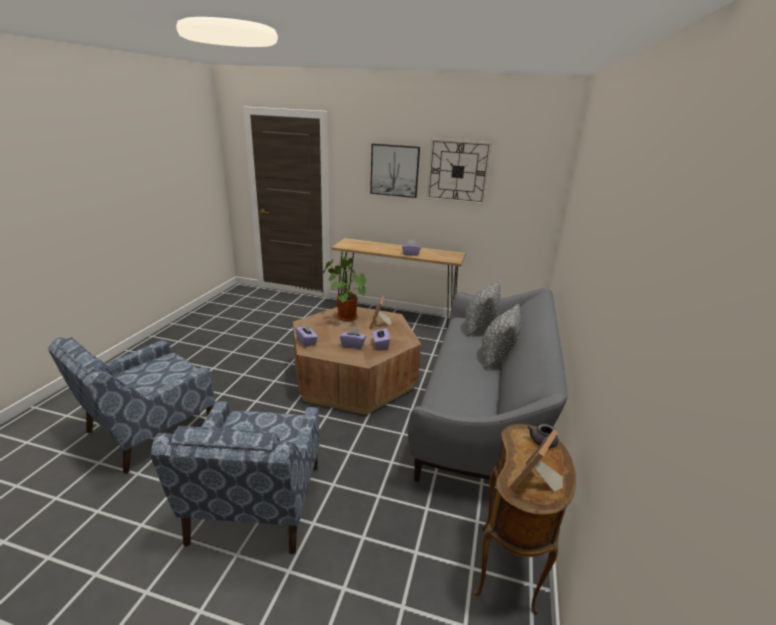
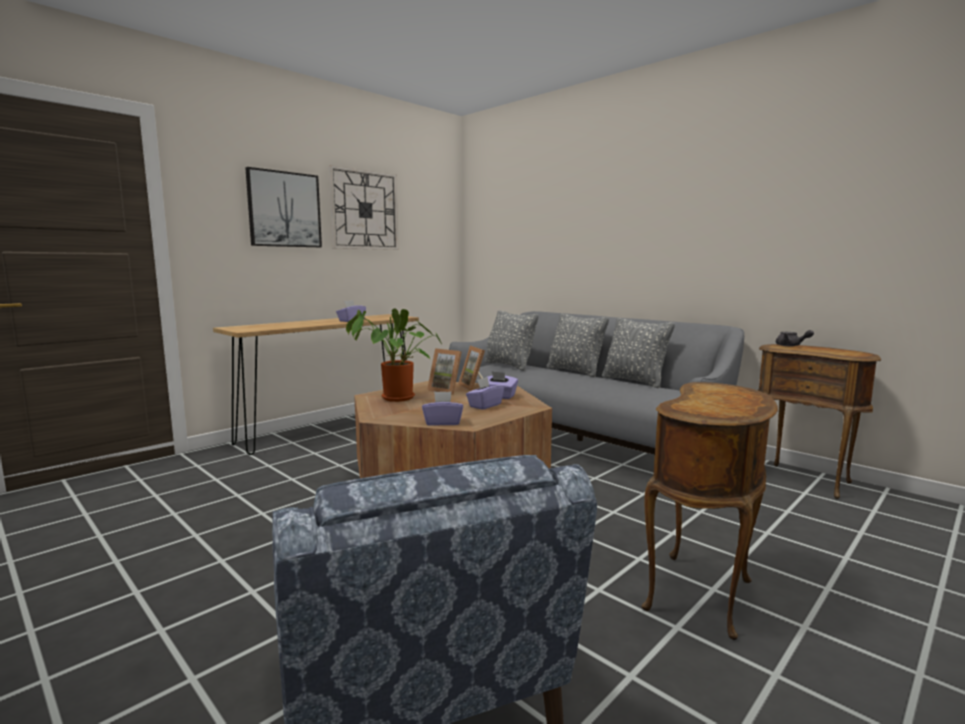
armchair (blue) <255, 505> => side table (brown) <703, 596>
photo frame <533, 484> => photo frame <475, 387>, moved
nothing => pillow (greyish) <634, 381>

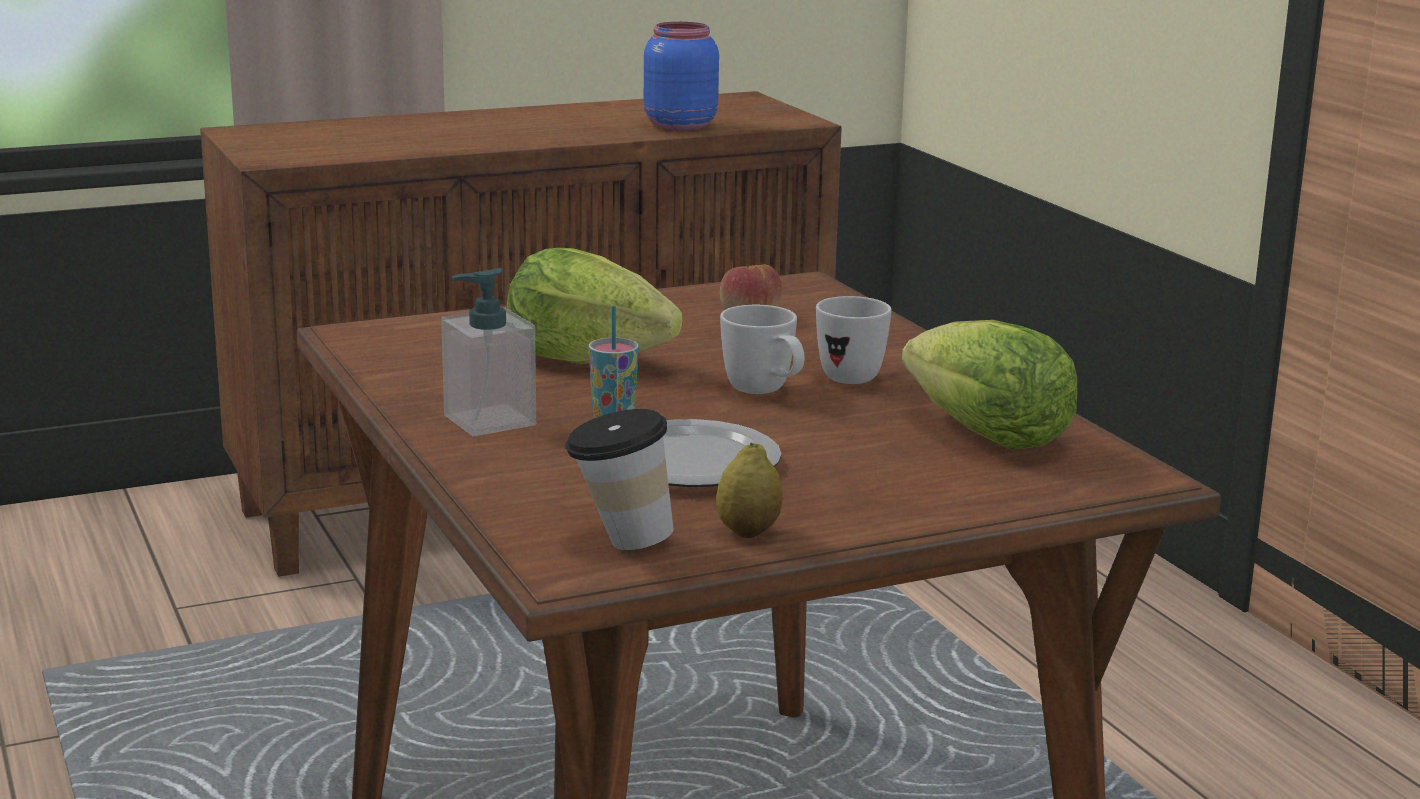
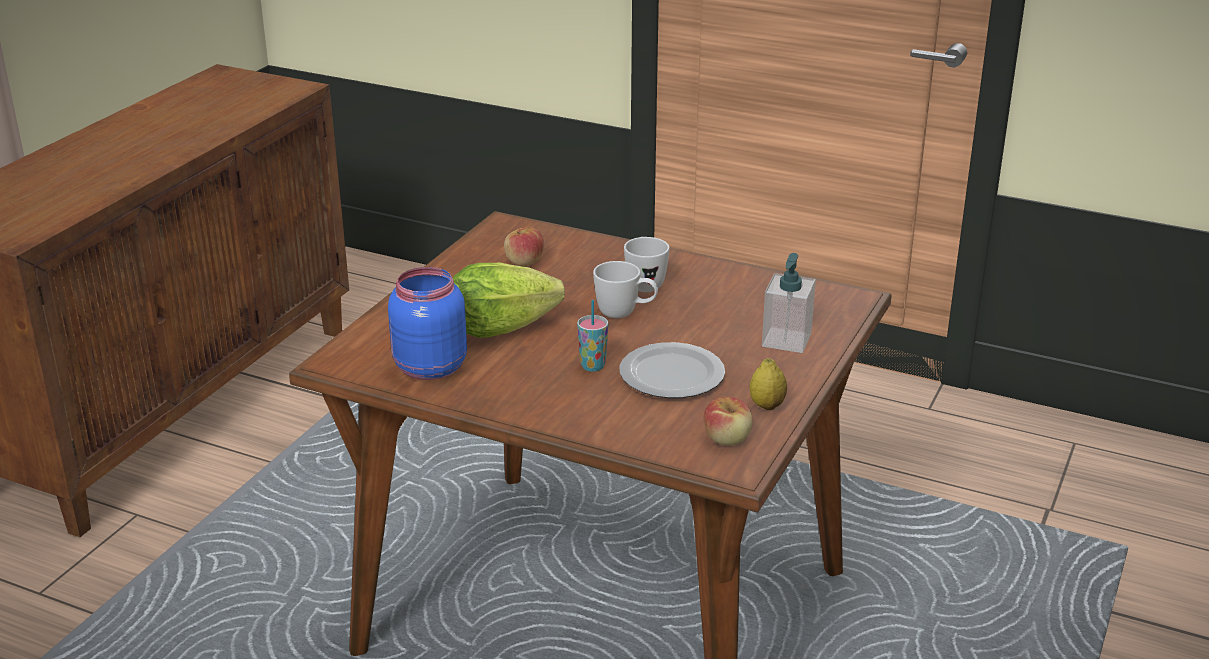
soap dispenser <489, 420> => soap dispenser <786, 340>, moved
small cup <619, 542> => apple fruit <727, 438>
storage jar (blue) <678, 126> => storage jar (blue) <428, 368>, moved
lettuce head <987, 437> => nothing

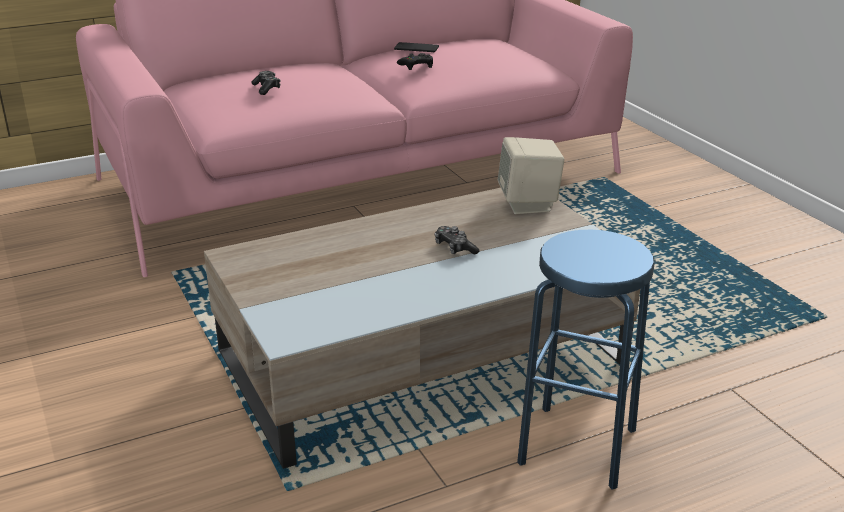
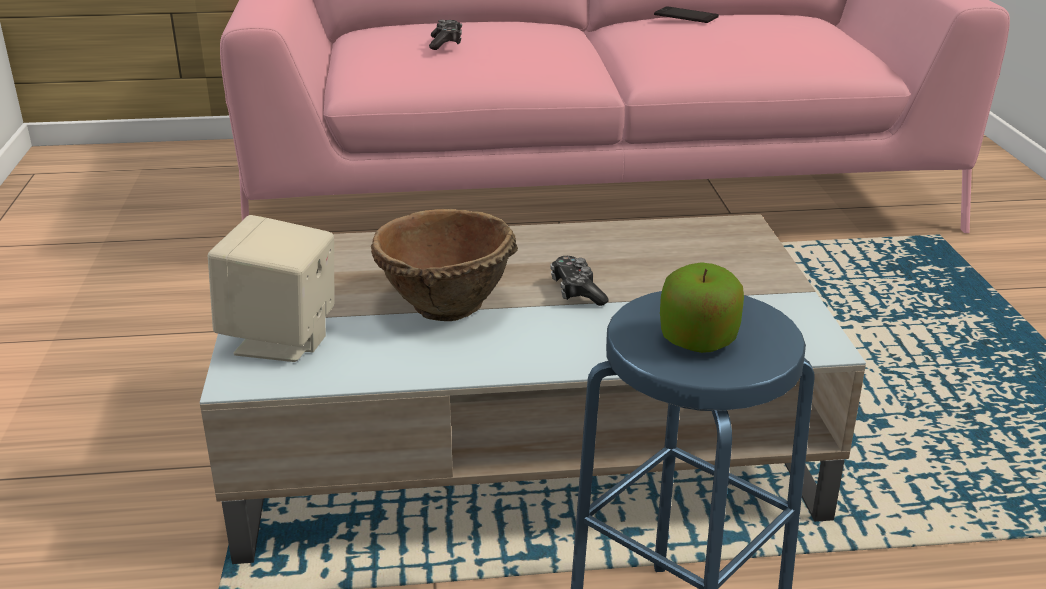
game controller (black) <417, 66> => nothing
speaker (sand-coloured) <528, 204> => speaker (sand-coloured) <281, 340>, moved
nothing => deep dish (brown) <445, 306>
nothing => apple fruit <698, 340>

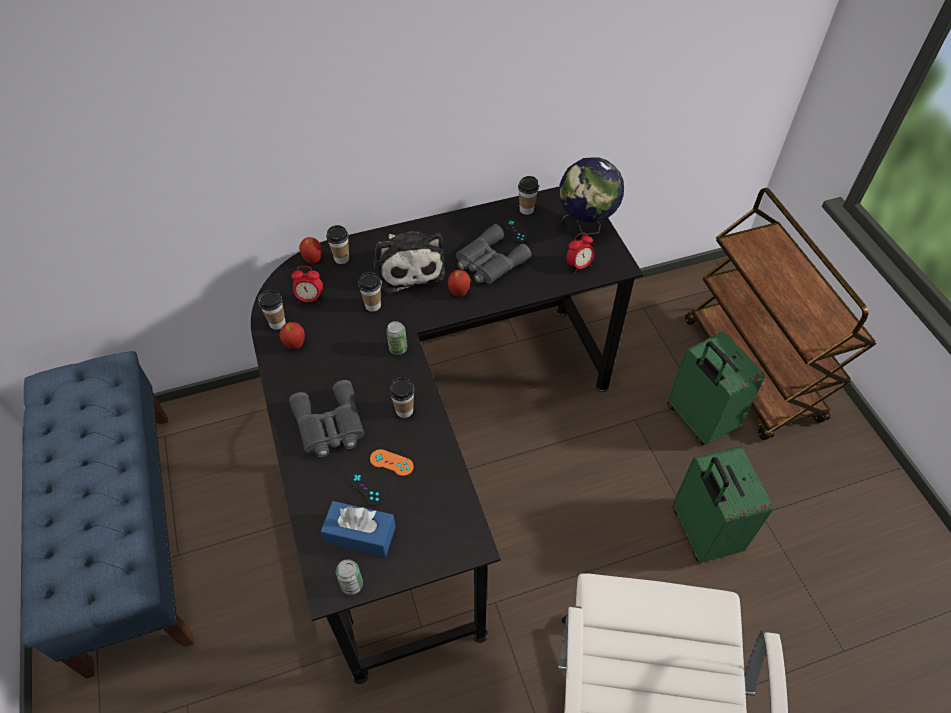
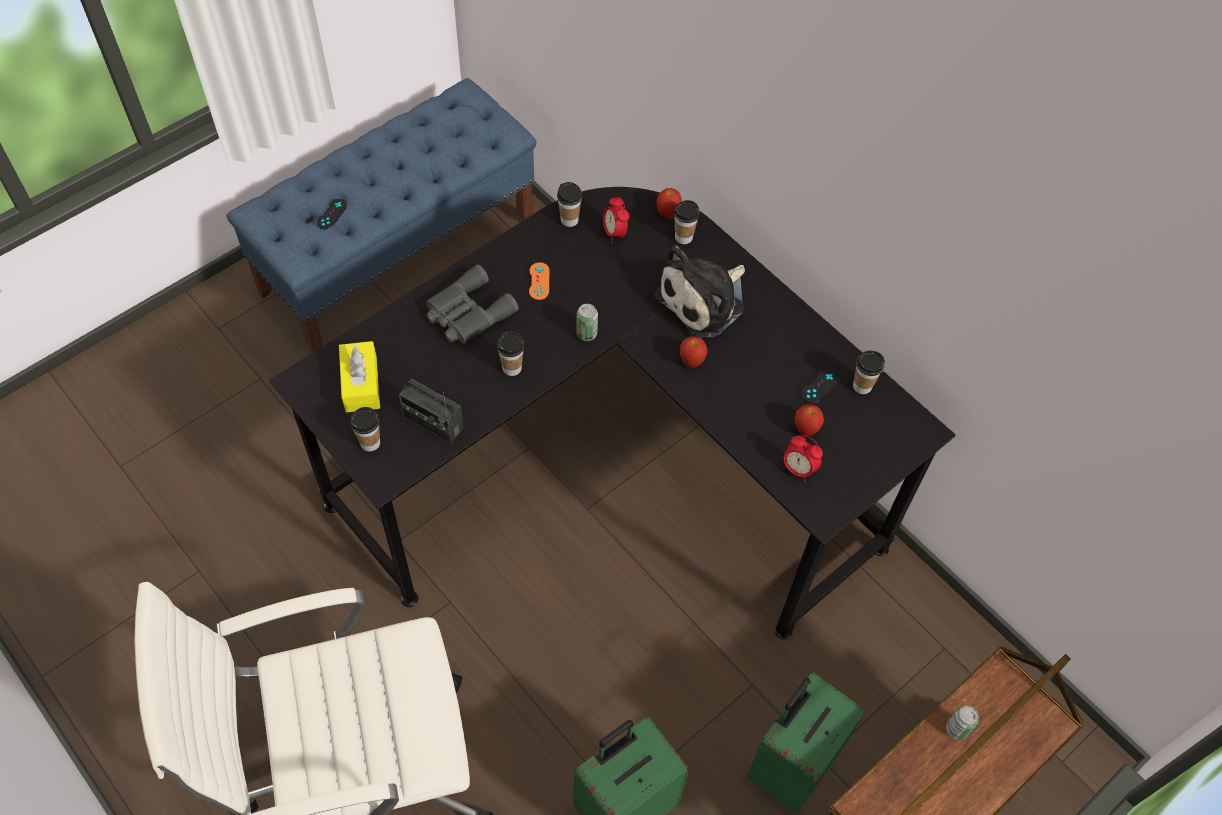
apple fruit <295, 345> => apple fruit <805, 429>, moved
tissue box (blue) <360, 534> => tissue box (yellow) <361, 384>
sealed can <352, 584> => sealed can <956, 729>, moved
game controller (black) <366, 487> => game controller (black) <331, 214>, moved
small cup <373, 305> => small cup <370, 443>, moved
game controller (orange-coloured) <391, 462> => game controller (orange-coloured) <539, 281>, moved
field glasses (greyish) <489, 262> => nothing
world globe <586, 226> => nothing
nothing => radio set <433, 422>

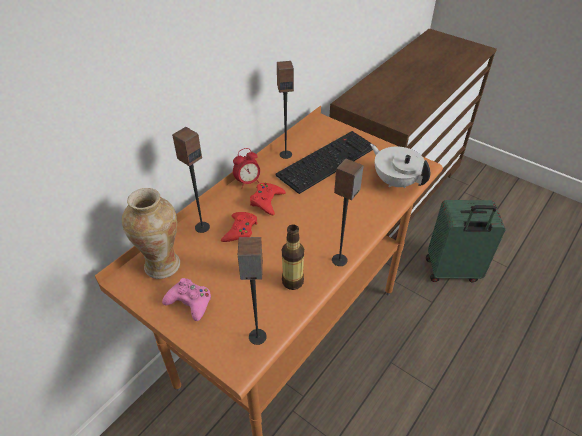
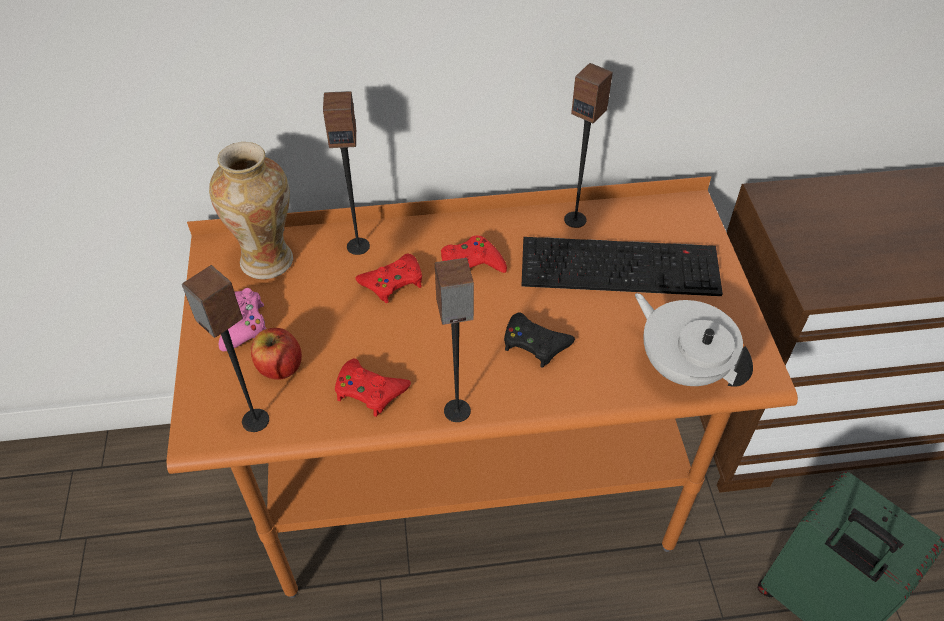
table clock <248, 182> => nothing
bottle <292, 281> => game controller (reddish) <369, 390>
pot for tea (whitish) <395, 181> => pot for tea (whitish) <682, 366>, 45 degrees counterclockwise
nothing => apple fruit <279, 367>
nothing => game controller (black) <535, 343>

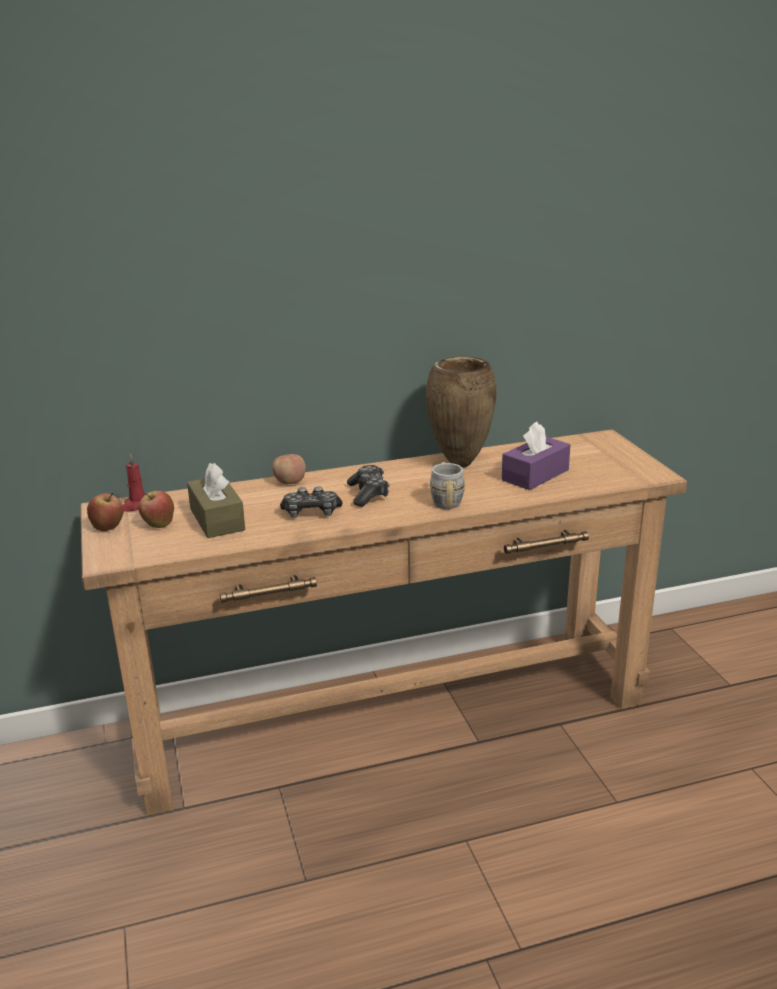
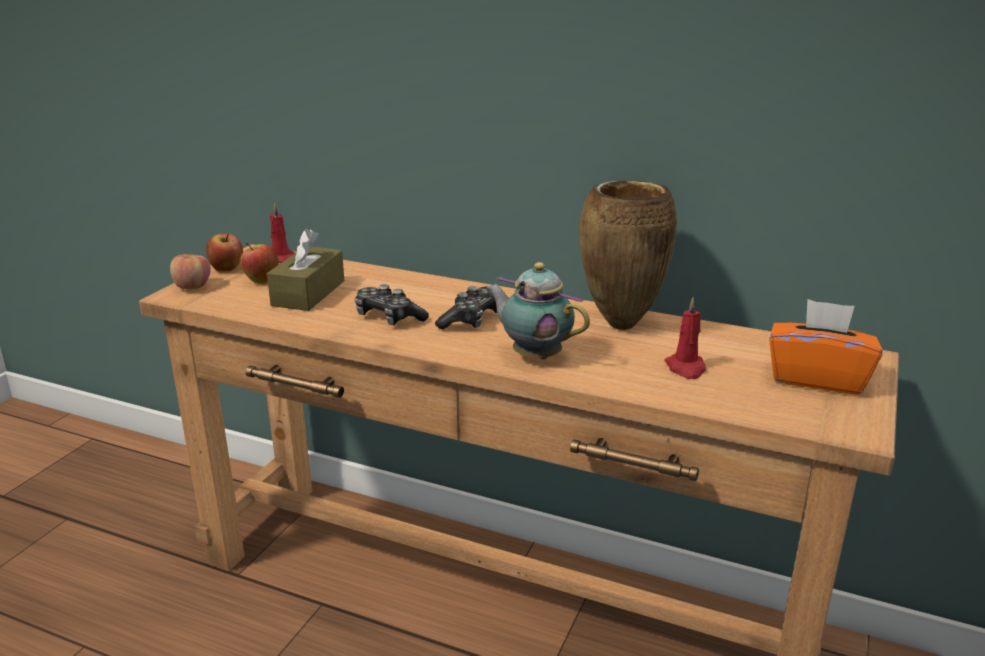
apple fruit <290, 482> => apple fruit <192, 287>, moved
tea mug (greyish) <446, 500> => pot for tea <534, 355>
tissue box (purple-coloured) <535, 475> => wax light (reddish) <686, 368>
nothing => tissue box (orange-coloured) <817, 378>

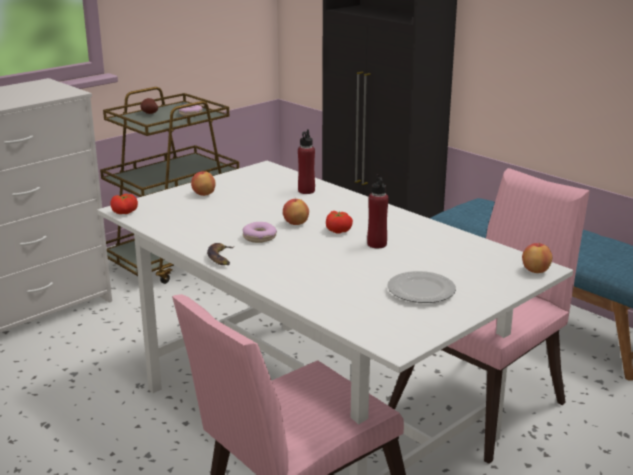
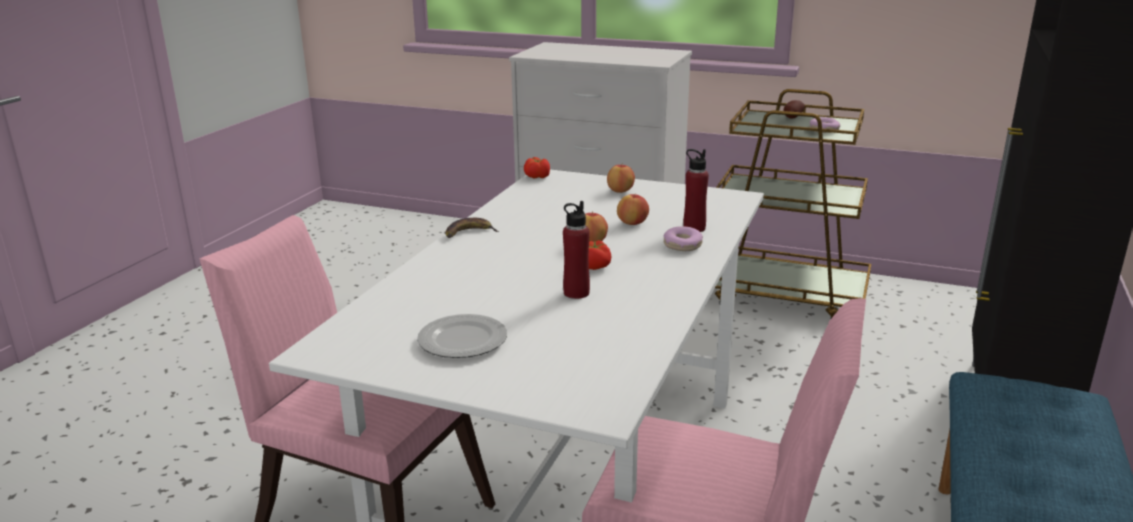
doughnut <259, 238> => doughnut <682, 245>, moved
apple fruit <535, 271> => apple fruit <632, 223>, moved

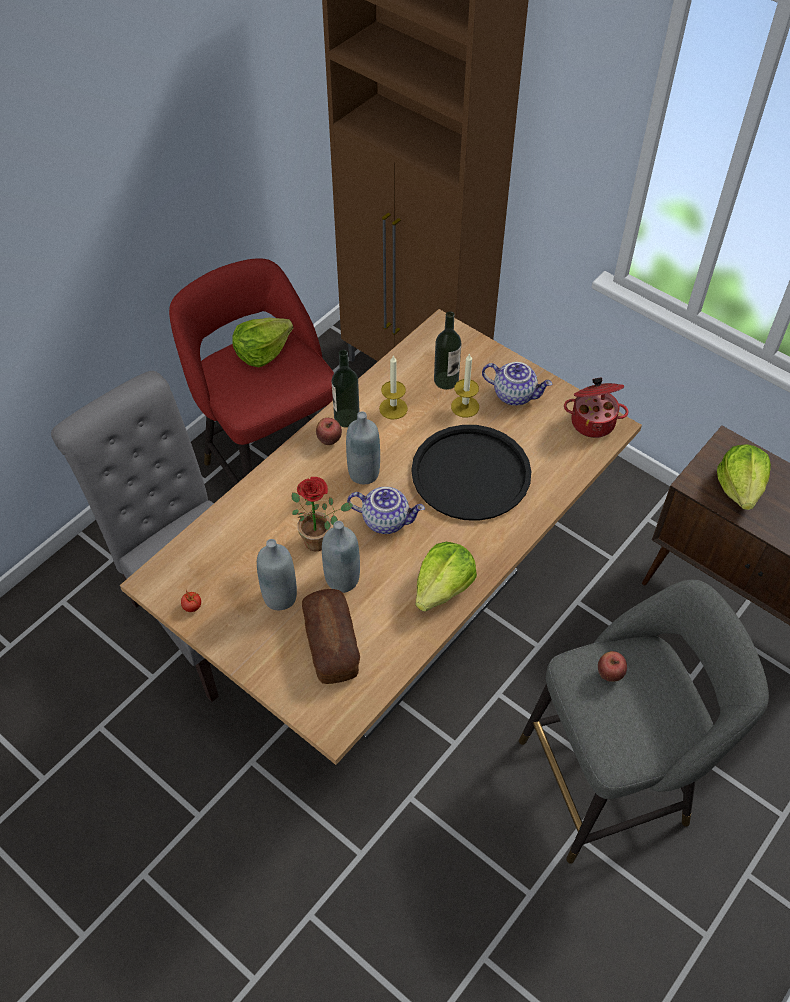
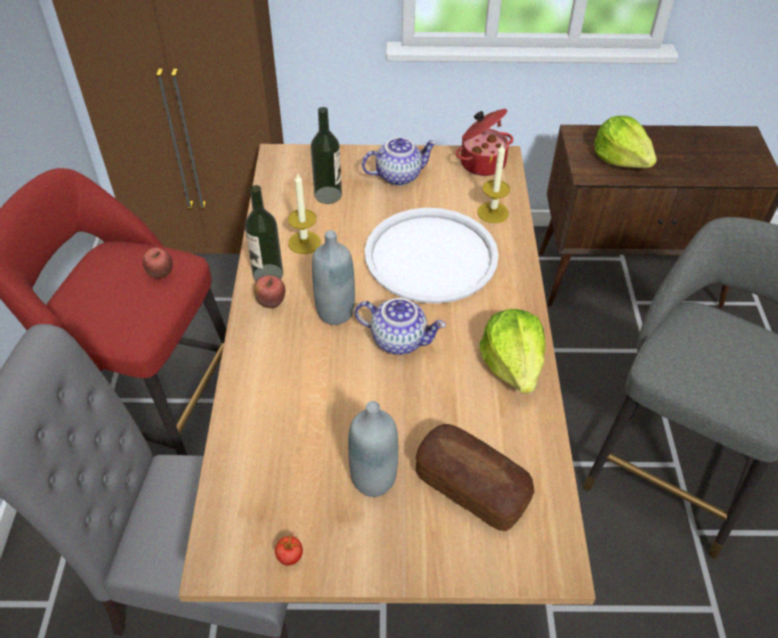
lettuce head <262, 352> => nothing
plant in a pot <321, 540> => nothing
bottle (greyish) <342, 579> => nothing
pot for tea <386, 520> => pot for tea <399, 339>, 45 degrees clockwise
carrying tray (black) <471, 474> => carrying tray (whitish) <431, 256>
wax light <465, 406> => wax light <493, 212>, moved
apple fruit <609, 674> => apple fruit <161, 274>, moved

